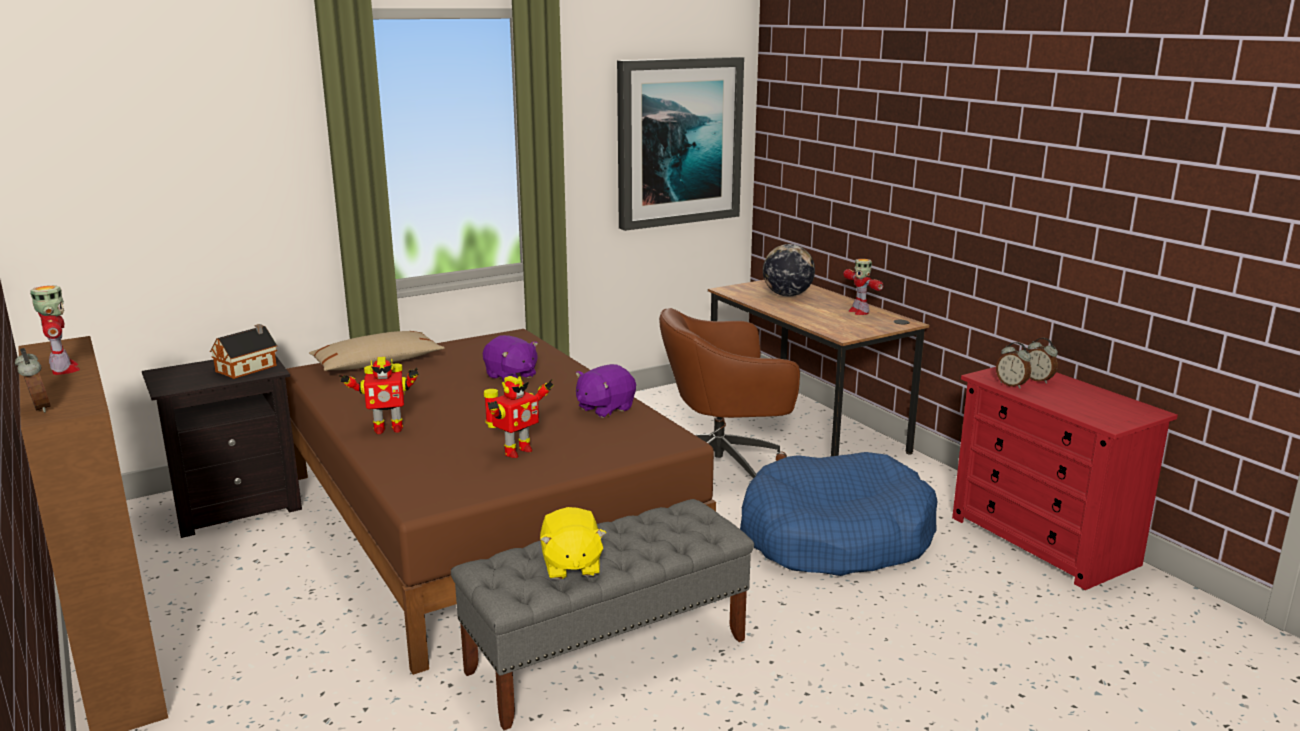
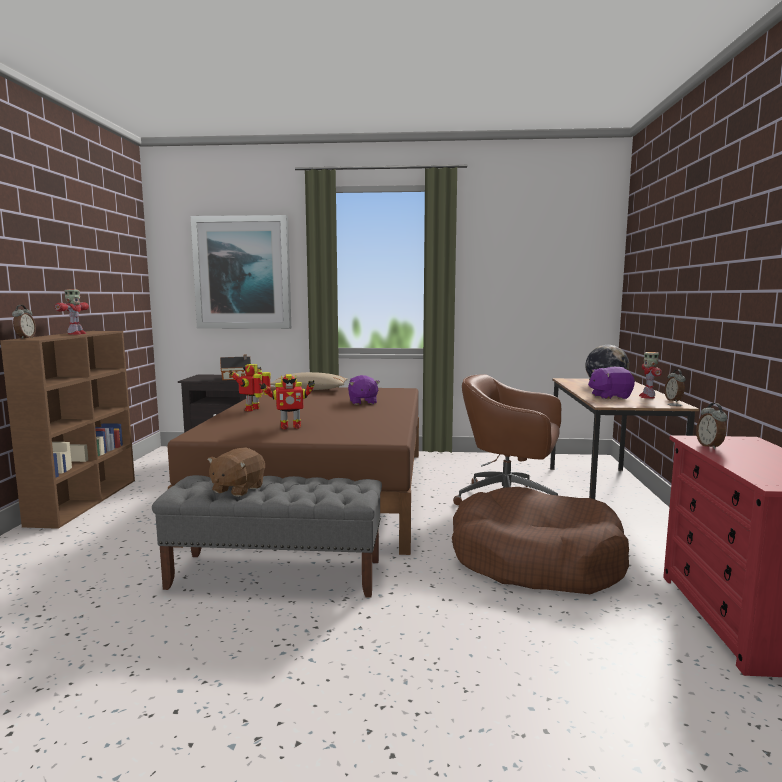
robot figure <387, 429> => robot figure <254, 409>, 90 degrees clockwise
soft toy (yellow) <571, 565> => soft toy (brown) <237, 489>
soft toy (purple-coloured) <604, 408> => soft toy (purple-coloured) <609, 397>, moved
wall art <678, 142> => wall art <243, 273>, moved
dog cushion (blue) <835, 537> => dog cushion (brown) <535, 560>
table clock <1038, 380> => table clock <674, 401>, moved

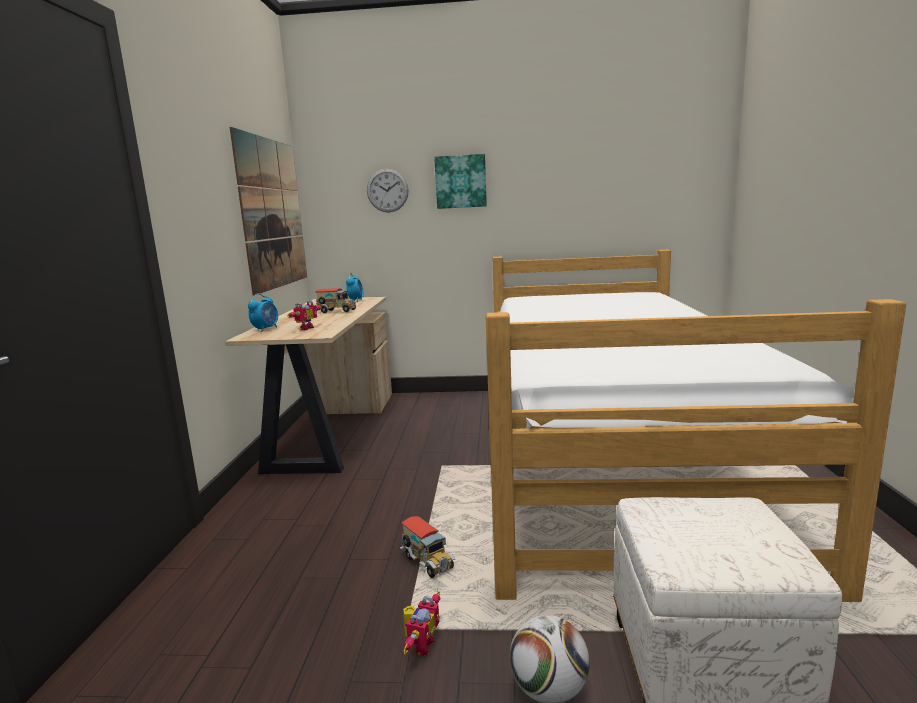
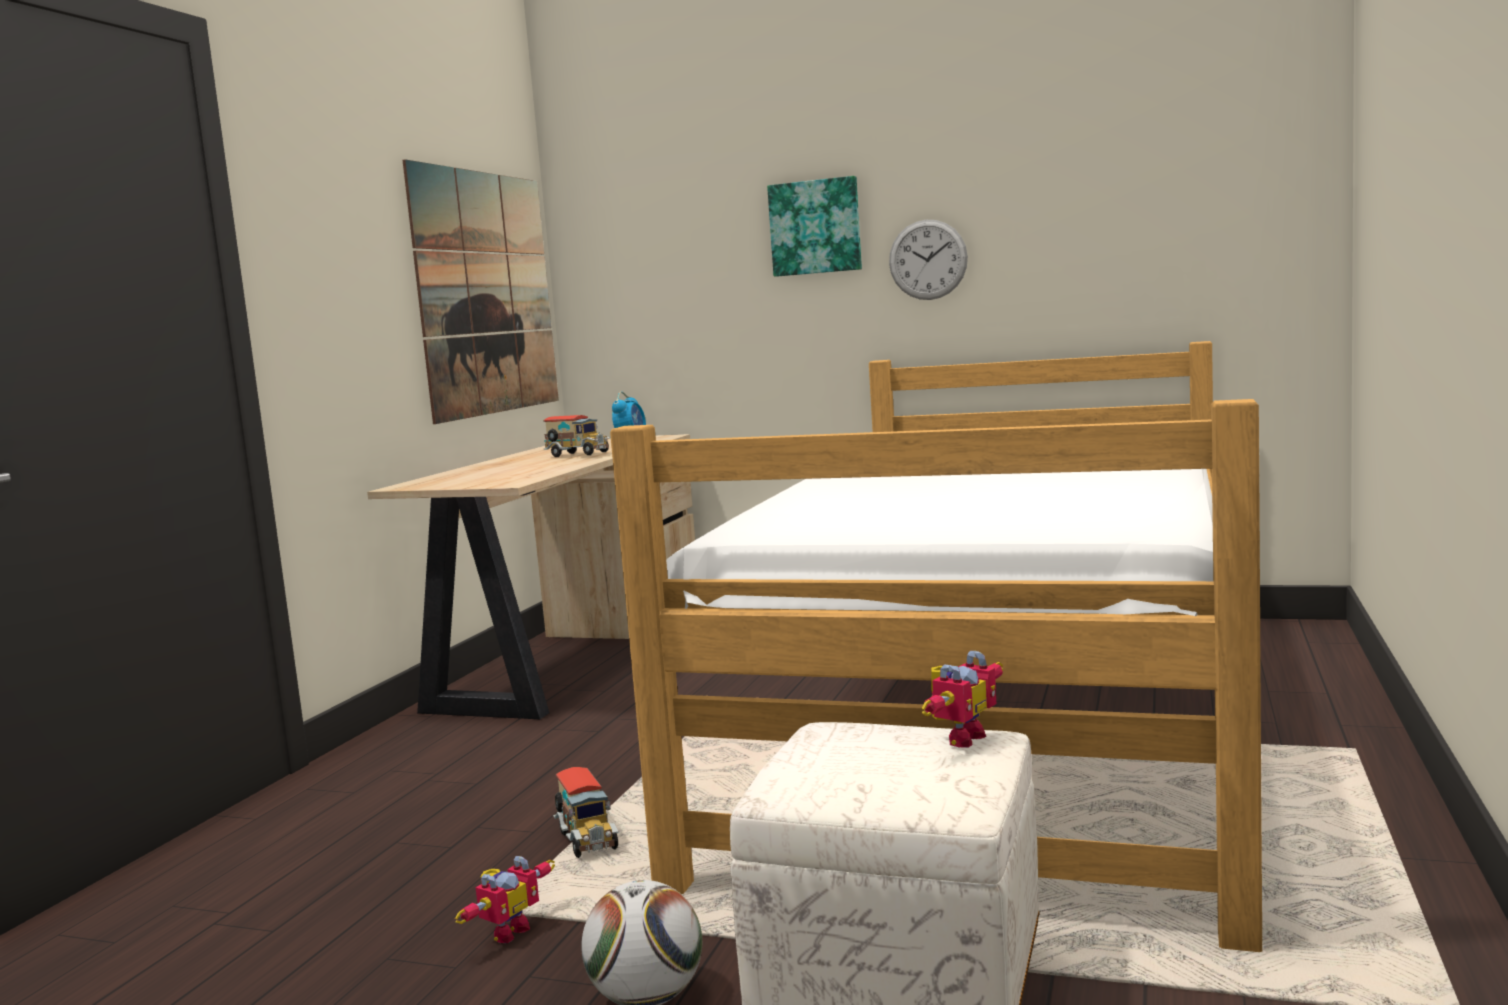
table clock <266, 329> => nothing
robot figure <304, 328> => robot figure <959, 738>, moved
hanging clock <387, 190> => hanging clock <928, 260>, moved

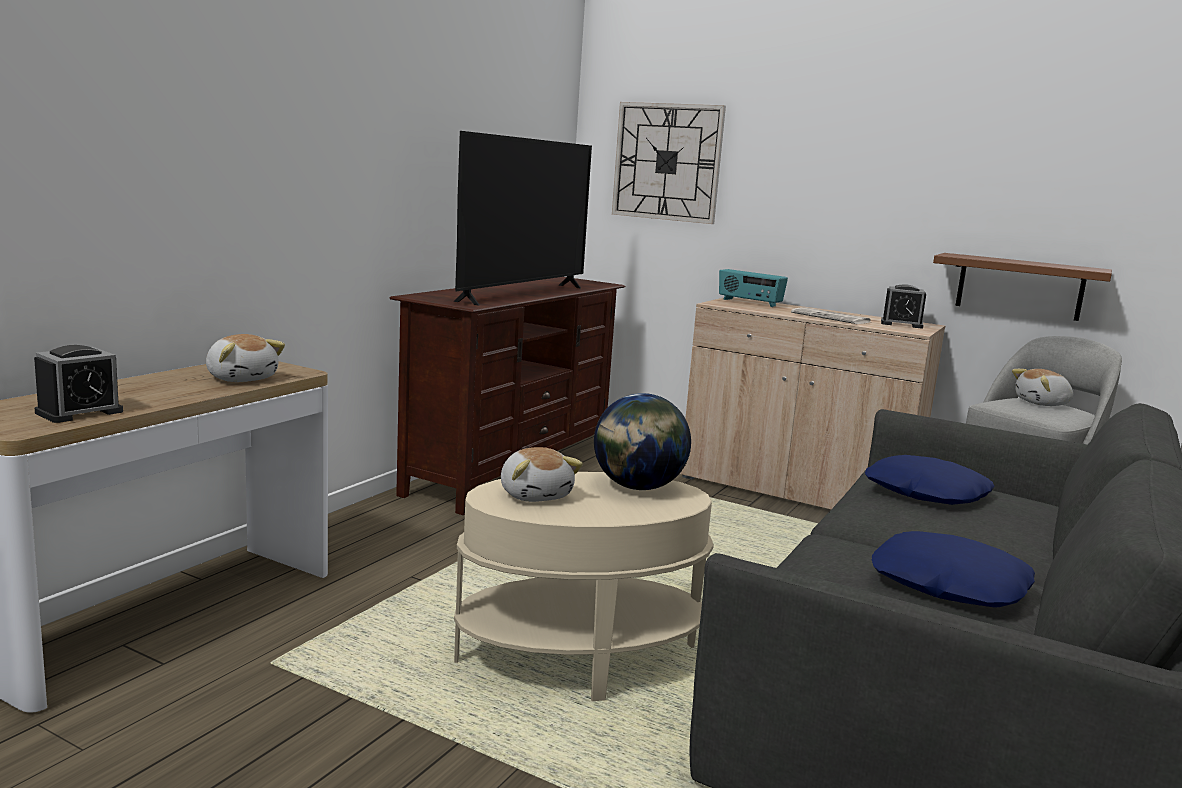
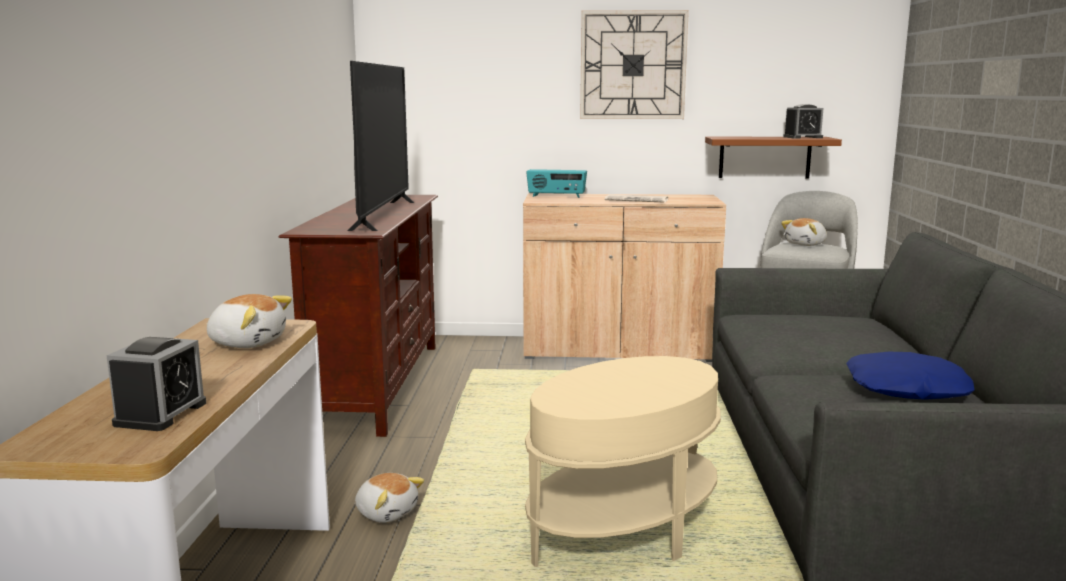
soft toy <536, 494> => soft toy <387, 512>, moved
world globe <638, 487> => nothing
hanging clock <667, 162> => hanging clock <633, 65>, moved
pillow (blue) <925, 492> => nothing
table clock <901, 324> => table clock <802, 137>, moved

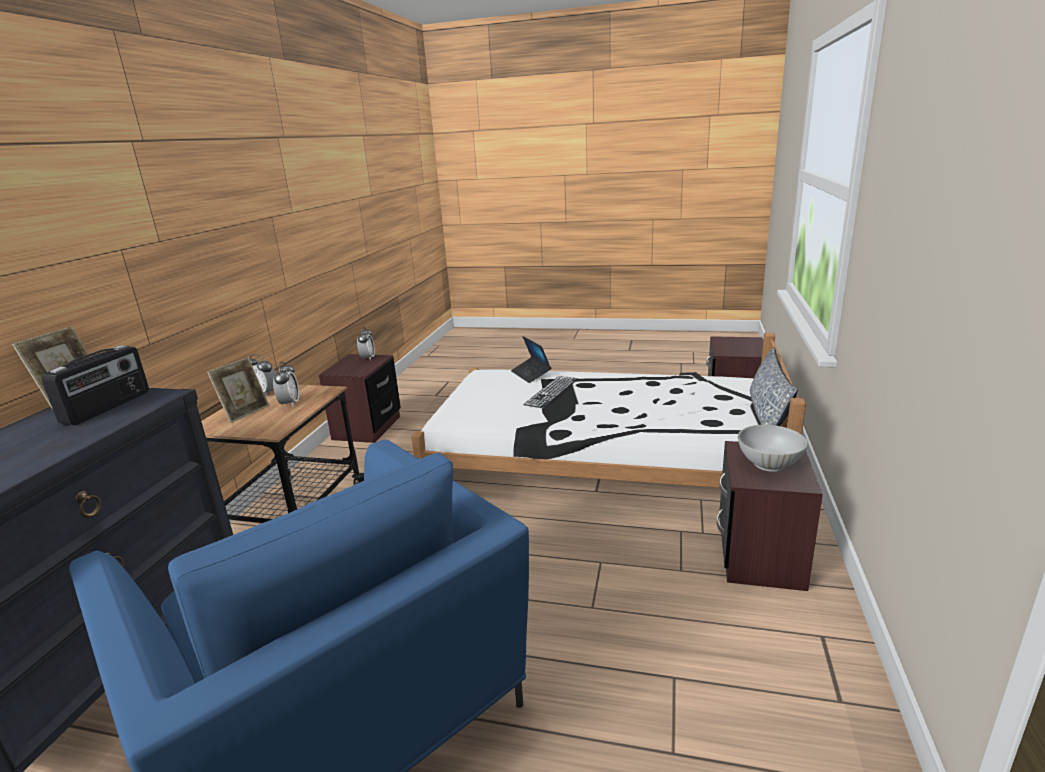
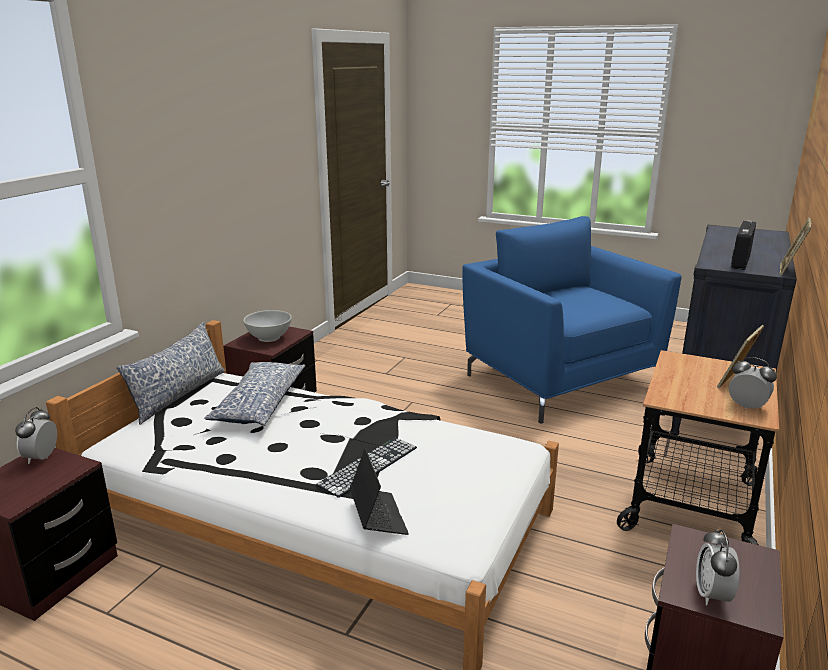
table clock <290, 404> => table clock <42, 458>, moved
nothing => pillow <259, 404>

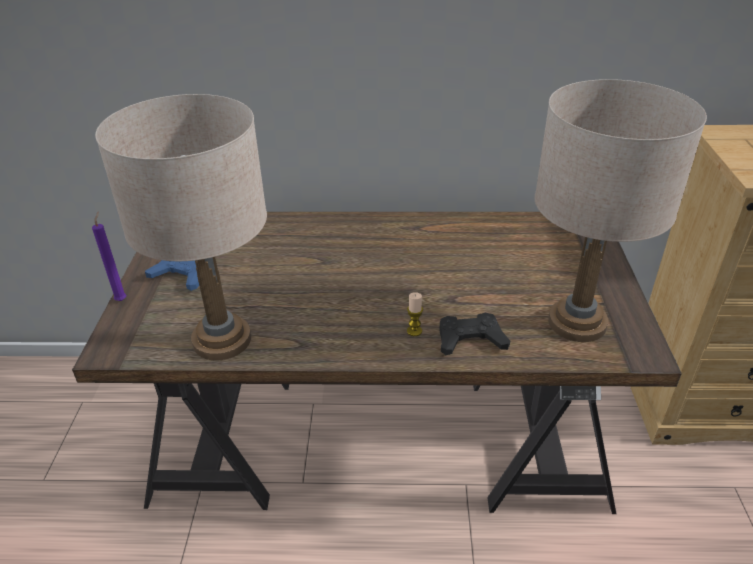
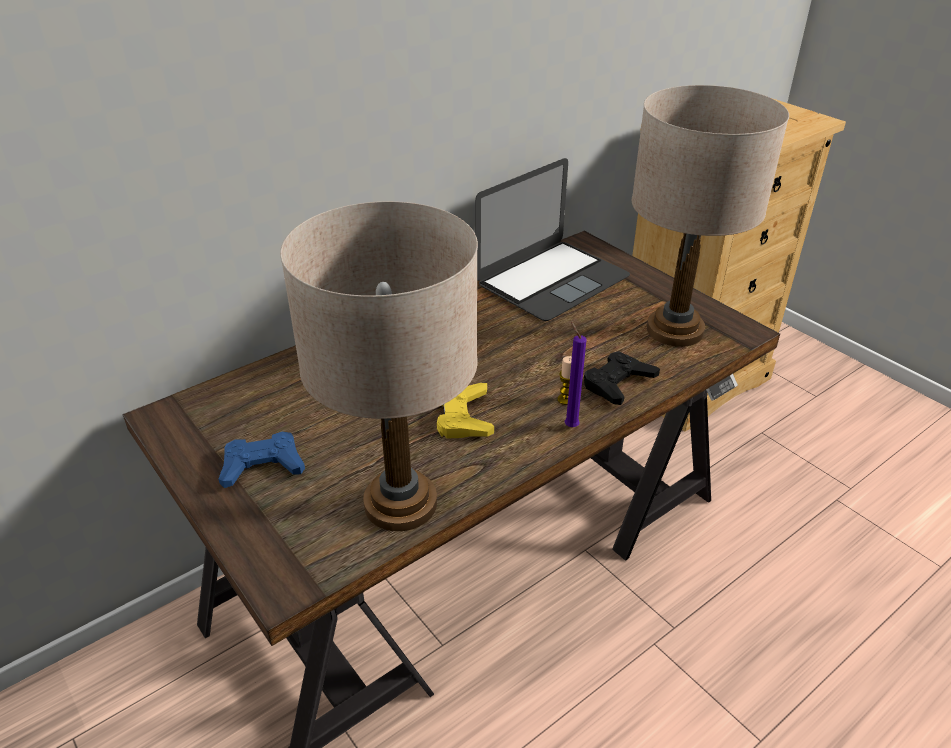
wax light (purple-coloured) <122, 299> => wax light (purple-coloured) <569, 425>, moved
nothing => game controller (yellow) <463, 417>
nothing => notebook computer <552, 280>

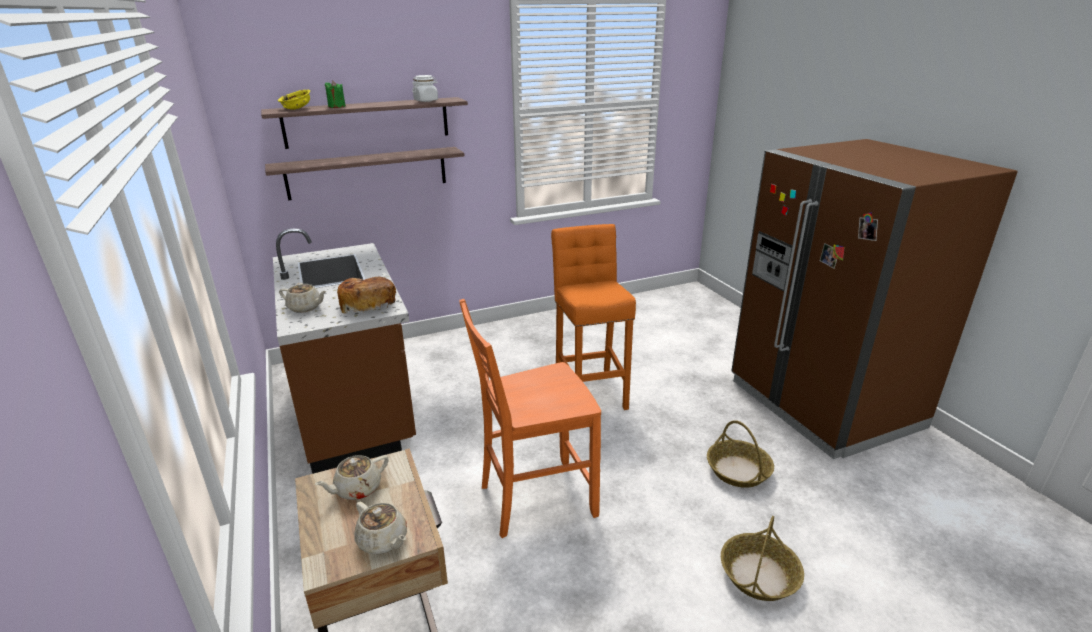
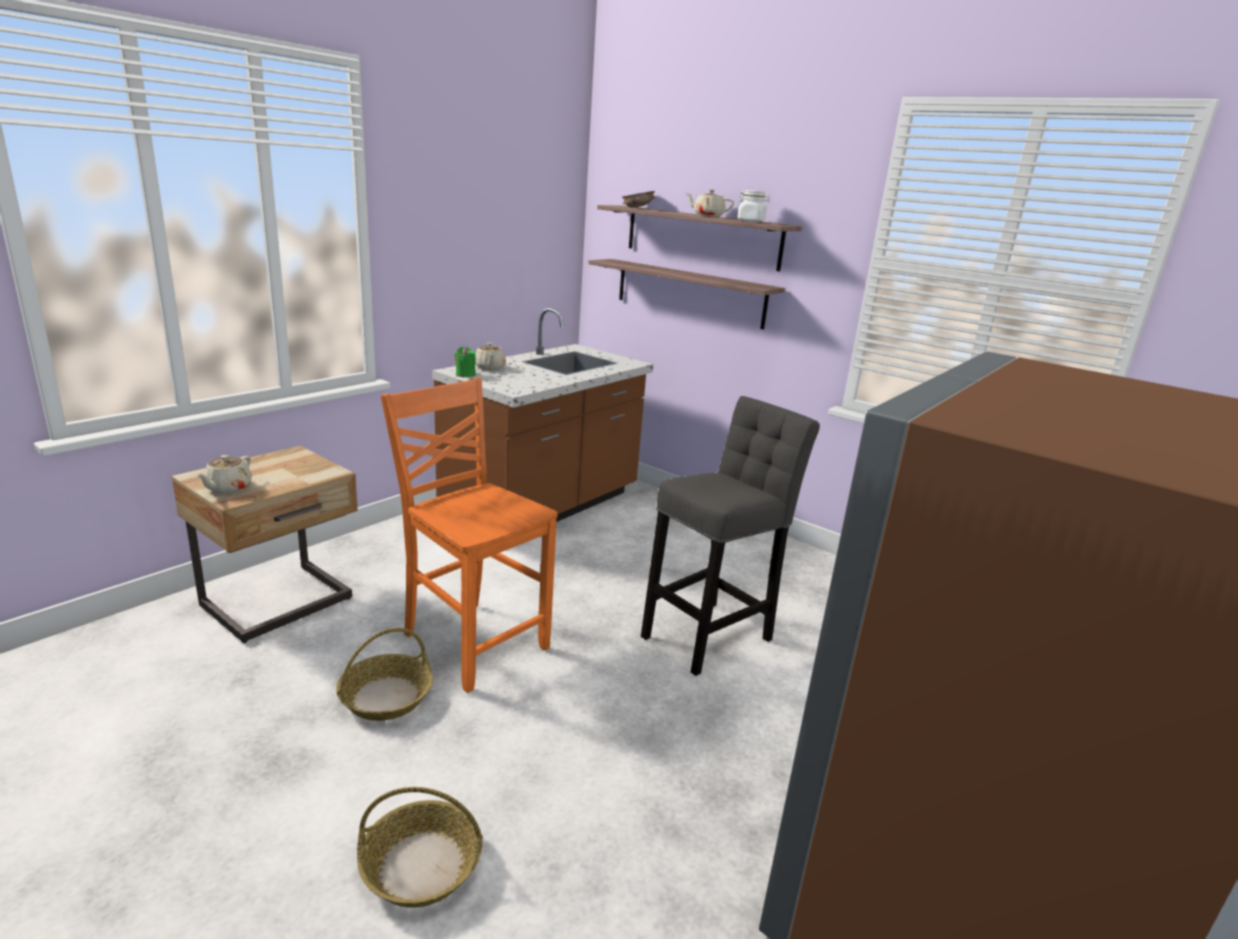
deep dish (yellow) <297, 108> => deep dish (brown) <637, 207>
pot for tea (sand-coloured) <357, 489> => pot for tea (sand-coloured) <707, 216>, moved
wax light (green-coloured) <337, 106> => wax light (green-coloured) <465, 375>, moved
baked bread <367, 303> => nothing
sitting stool (orange-coloured) <590, 389> => sitting stool (greyish) <711, 635>
storage basket <738, 471> => storage basket <385, 697>, moved

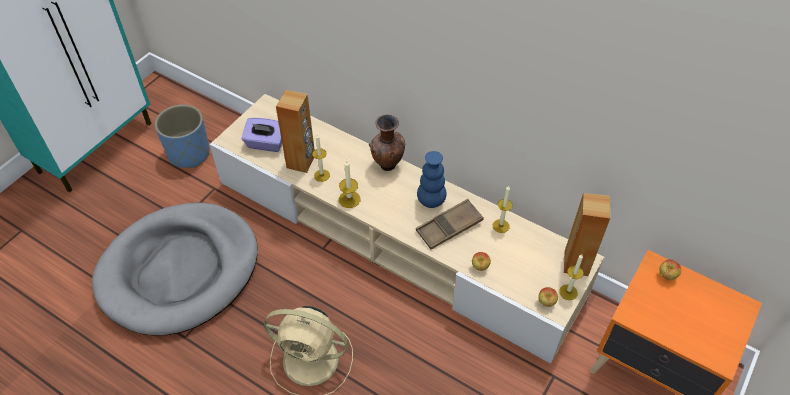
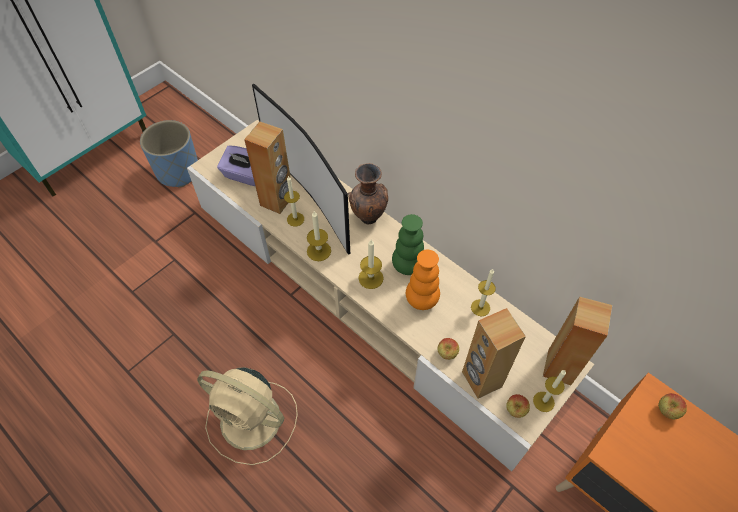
dog cushion (greyish) <180, 271> => nothing
carrying tray (brown) <449, 227> => decorative vase (orange-coloured) <421, 300>
decorative vase (blue) <431, 201> => decorative vase (green-coloured) <407, 266>
nothing => TV <310, 196>
nothing => wax light <371, 278>
nothing => speaker (brown) <481, 379>

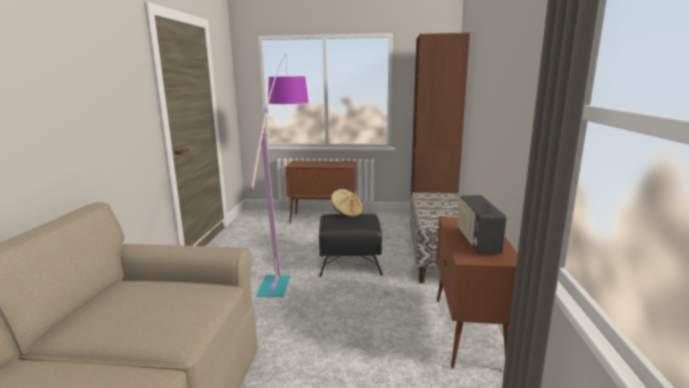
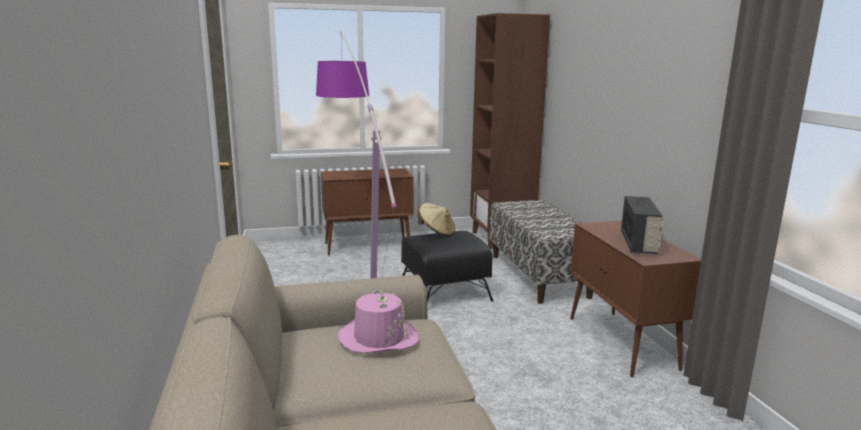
radio set <477, 242> => radio set <638, 244>, 150 degrees counterclockwise
nothing => clothing hat (pink-coloured) <378, 337>

